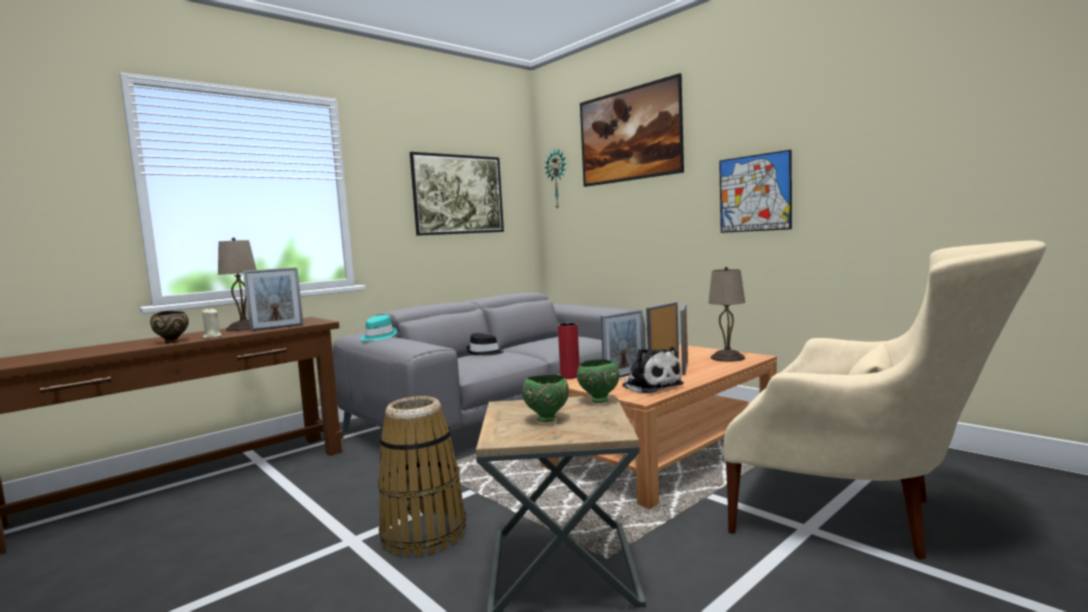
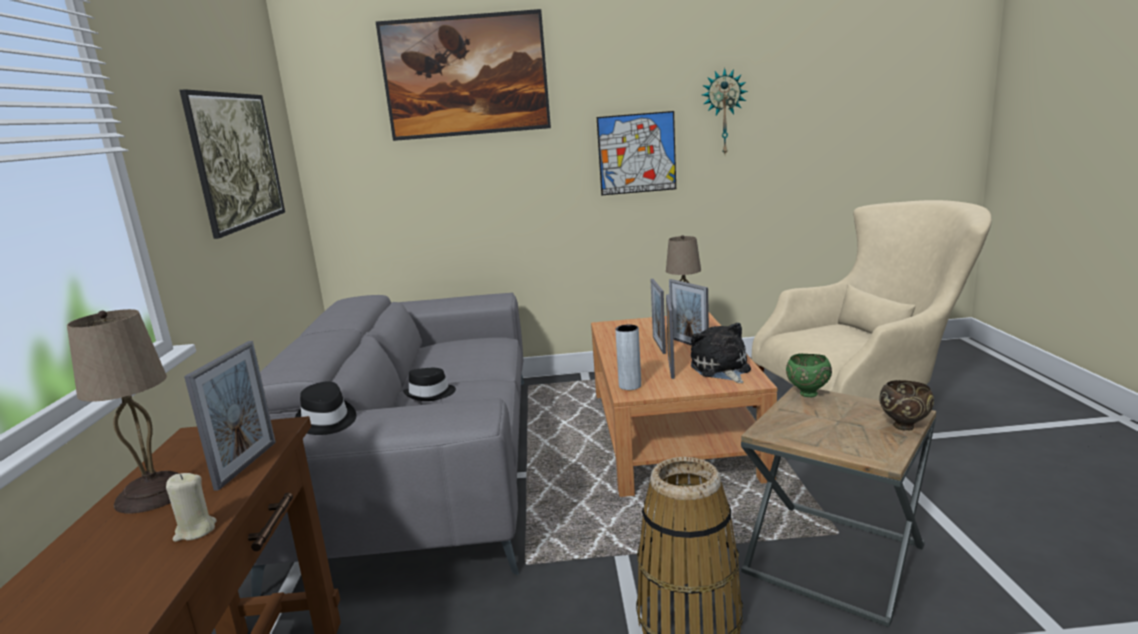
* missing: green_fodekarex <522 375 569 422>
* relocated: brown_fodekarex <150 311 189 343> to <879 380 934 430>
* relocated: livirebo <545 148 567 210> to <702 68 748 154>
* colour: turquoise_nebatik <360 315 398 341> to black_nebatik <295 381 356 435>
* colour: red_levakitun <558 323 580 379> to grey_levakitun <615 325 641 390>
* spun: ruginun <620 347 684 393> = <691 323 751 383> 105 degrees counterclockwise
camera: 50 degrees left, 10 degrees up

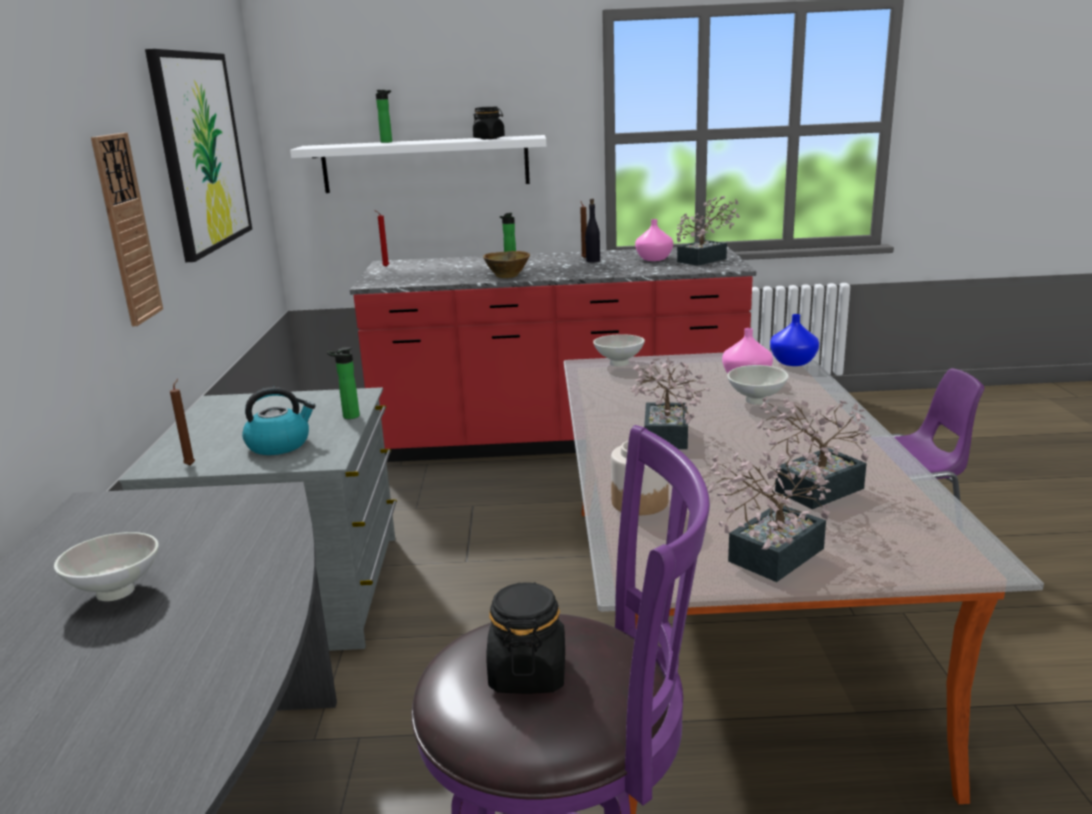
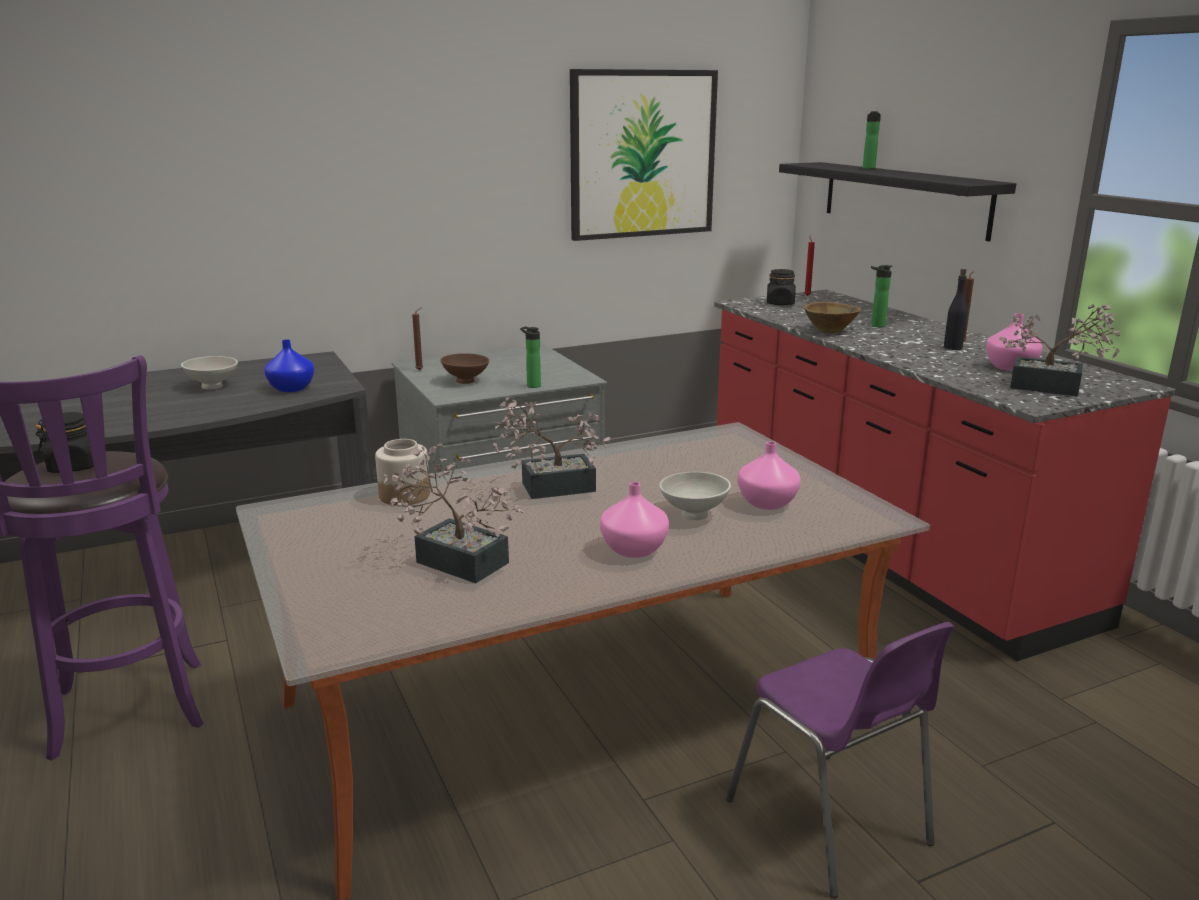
* missing: livirebo <91 133 163 326>
* missing: white_fodekarex <593 334 645 367>
* missing: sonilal <707 451 831 582>
* appeared: pink_levakitun <600 482 669 558>
* relocated: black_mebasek <473 106 505 139> to <767 269 796 306>
* relocated: blue_levakitun <770 314 819 366> to <264 340 315 392>
* exchanged: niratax <242 387 316 455> to brown_fodekarex <441 353 489 384>
* colour: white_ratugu <290 135 546 193> to black_ratugu <779 162 1016 242>
camera: 65 degrees right, 0 degrees up

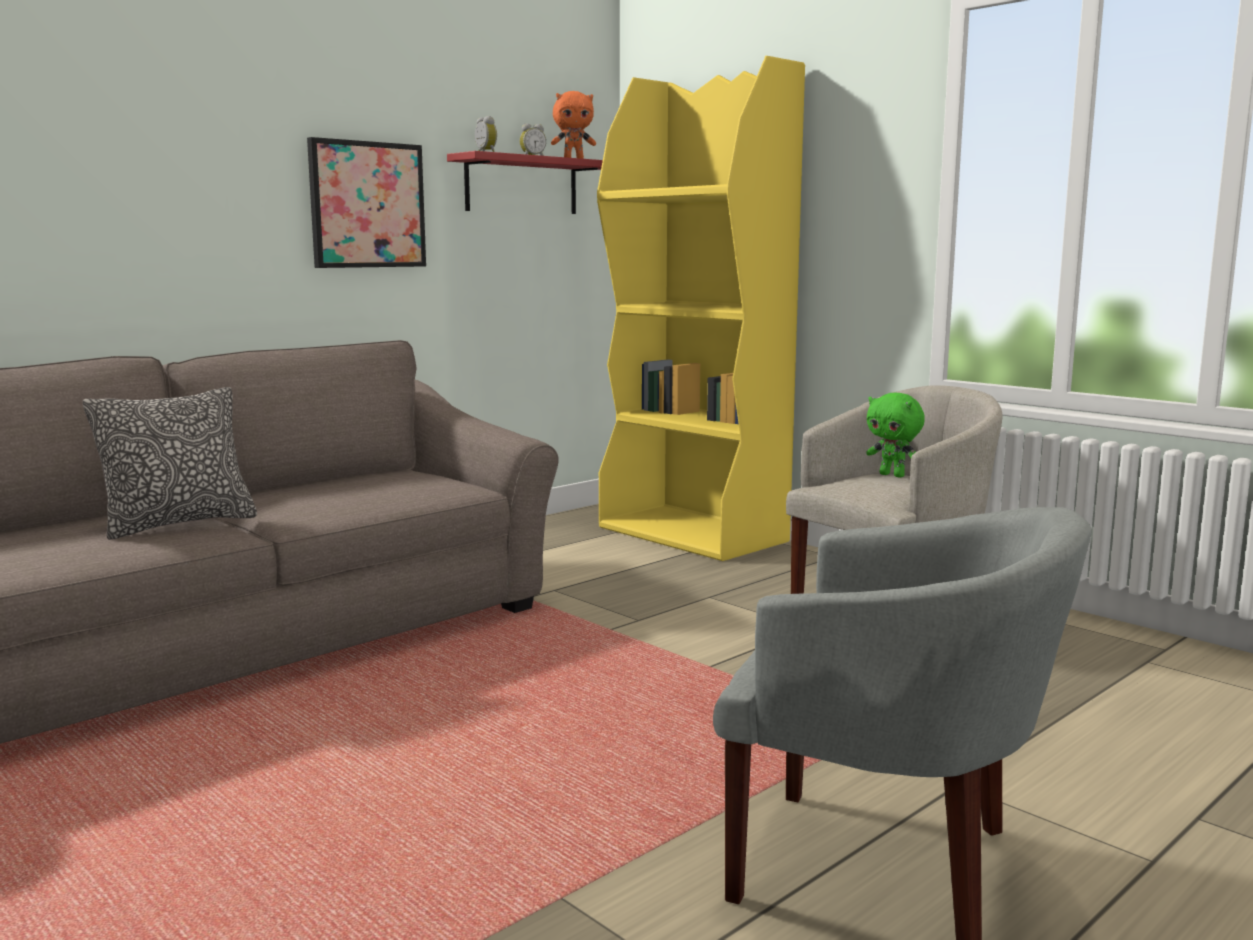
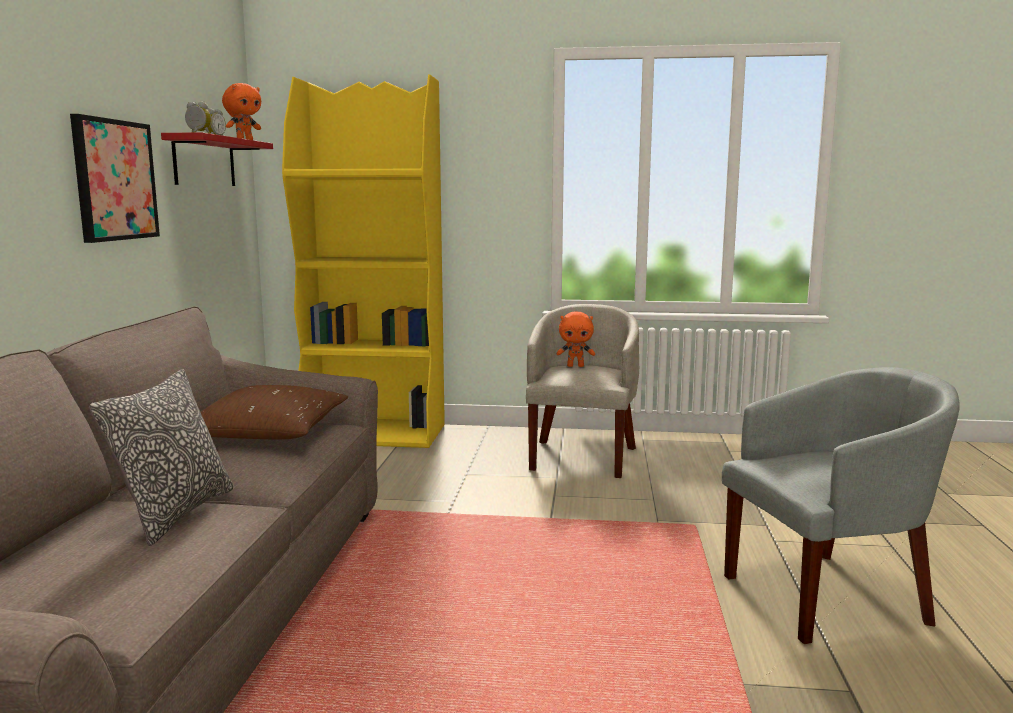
* appeared: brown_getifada <201 385 348 439>
* colour: green_ruginun <866 393 925 477> to orange_ruginun <556 312 595 367>
camera: 40 degrees left, 0 degrees up

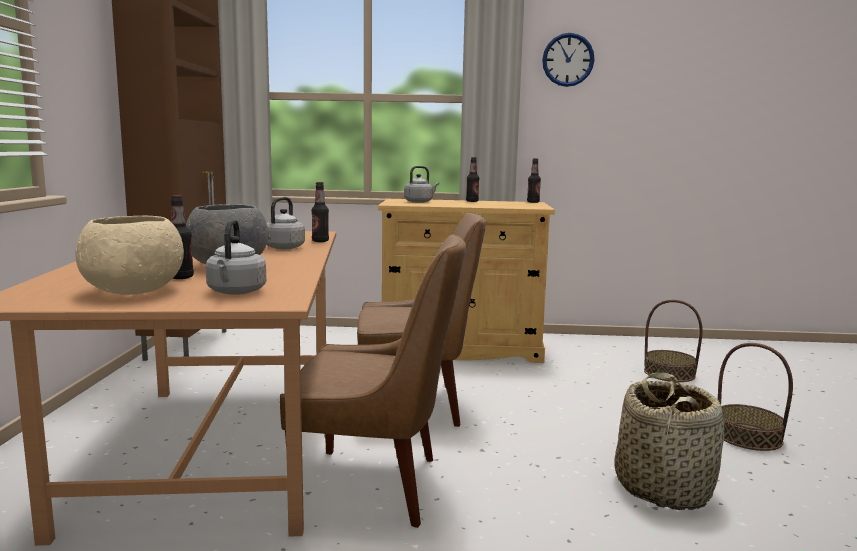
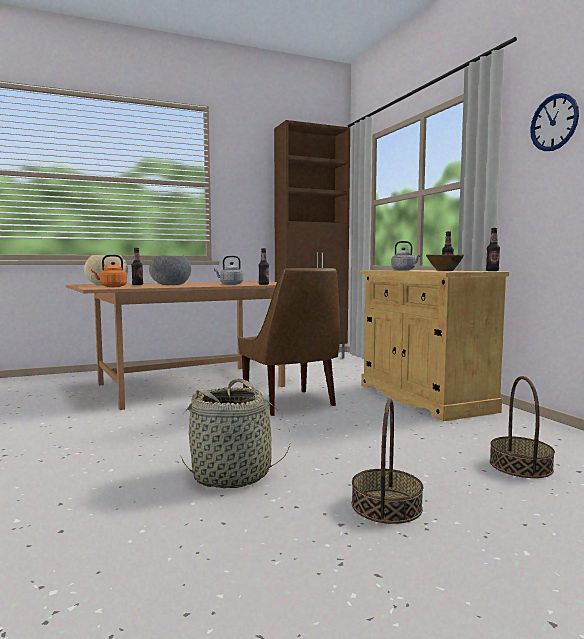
* missing: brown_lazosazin <280 234 466 528>
* appeared: brown_fodekarex <426 254 464 271>
* colour: grey_niratax <206 219 266 295> to orange_niratax <91 255 127 287>
camera: 65 degrees right, 5 degrees down

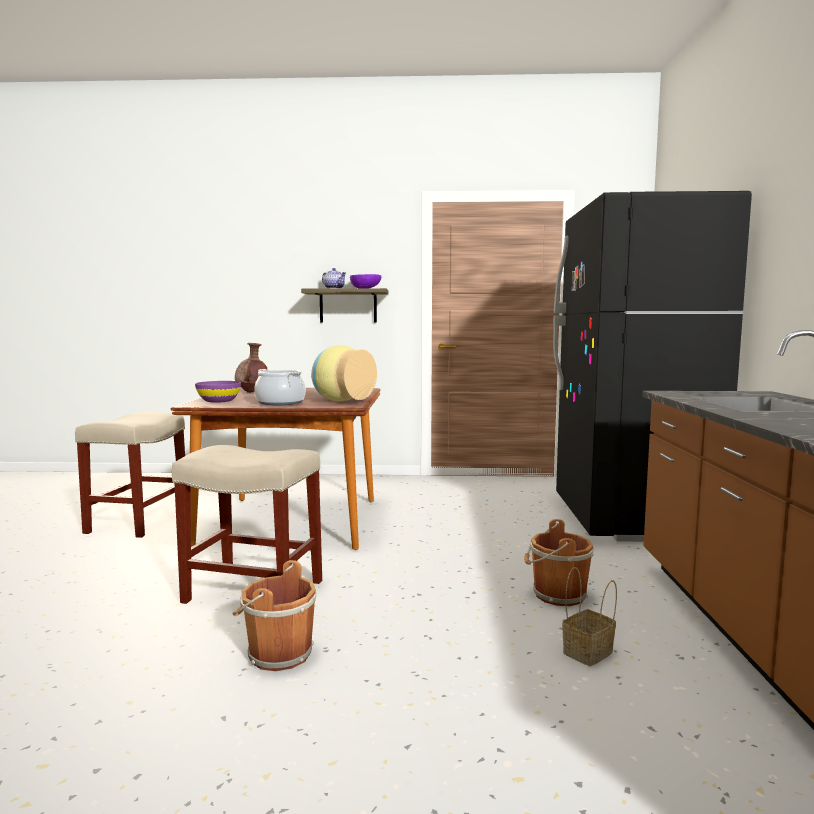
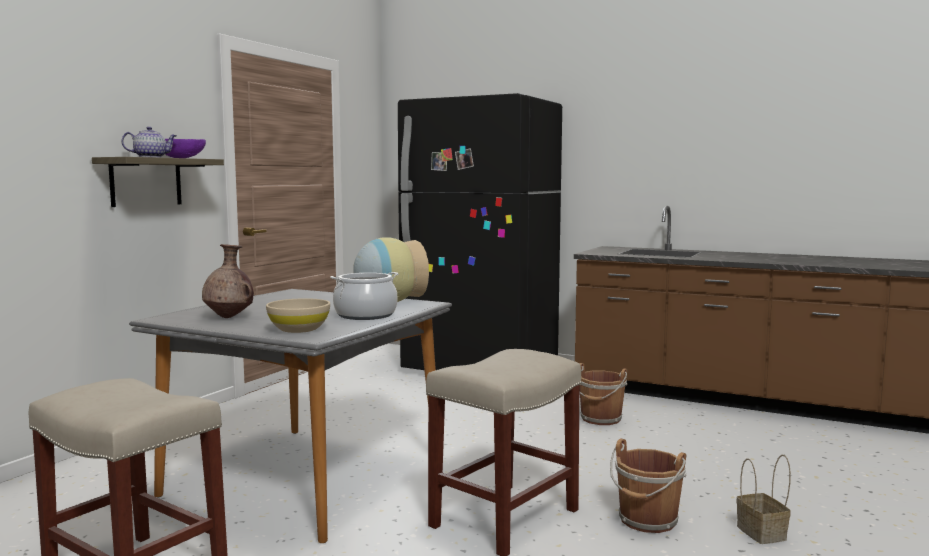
* relocated: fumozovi <562 567 617 666> to <736 454 791 544>
* colour: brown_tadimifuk <171 388 381 550> to grey_tadimifuk <129 289 452 543>
* colour: purple_fodekarex <195 381 241 403> to beige_fodekarex <266 298 330 333>
camera: 65 degrees left, 0 degrees up

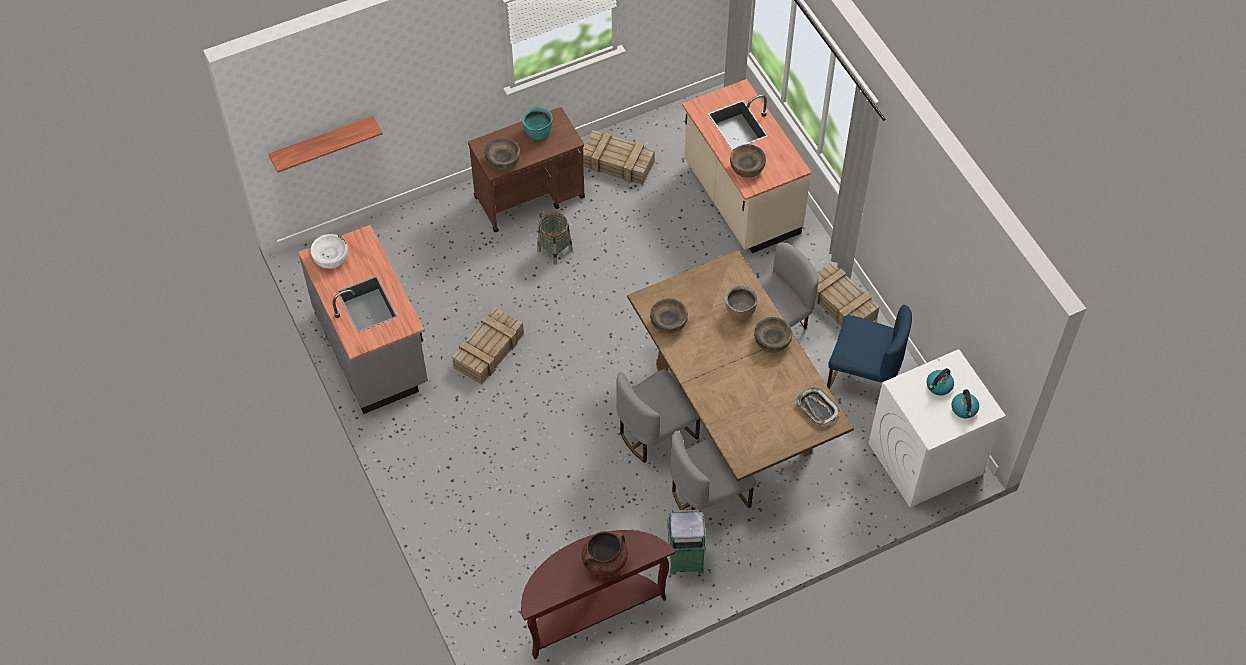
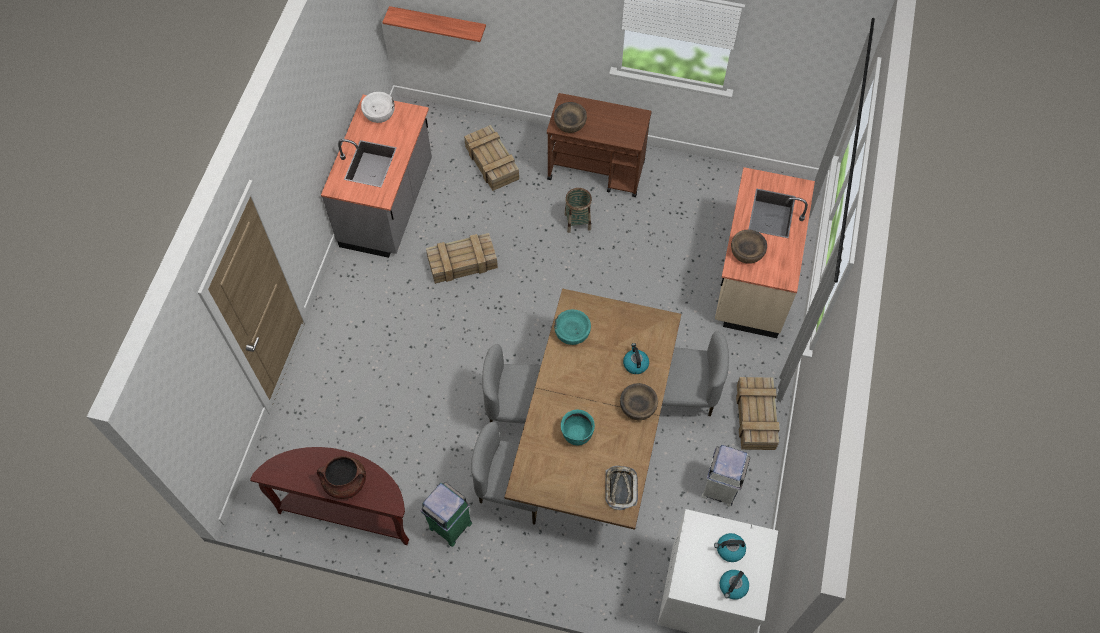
* relocated: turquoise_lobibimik <522 107 552 140> to <561 410 595 446>
* relocated: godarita <583 130 655 185> to <464 125 519 191>
* exchanged: brown_lobibimik <725 285 758 320> to niratax <623 343 649 374>
* exchanged: blue_lazosazin <827 305 912 389> to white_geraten <702 445 750 507>
* colour: brown_fodekarex <650 298 688 334> to turquoise_fodekarex <554 309 591 345>
camera: 40 degrees right, 5 degrees up

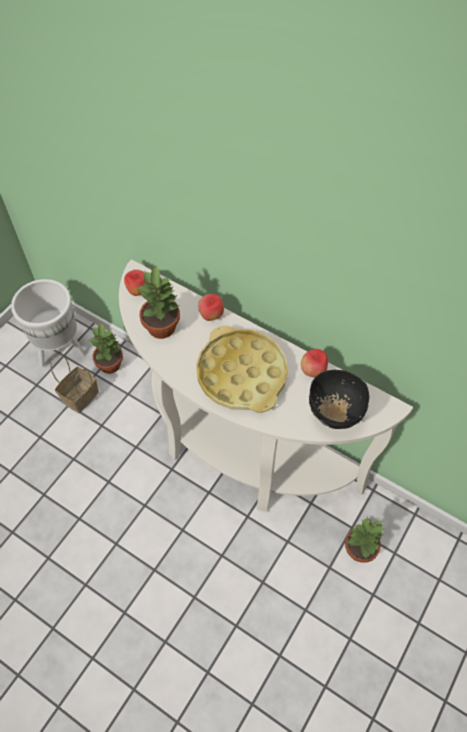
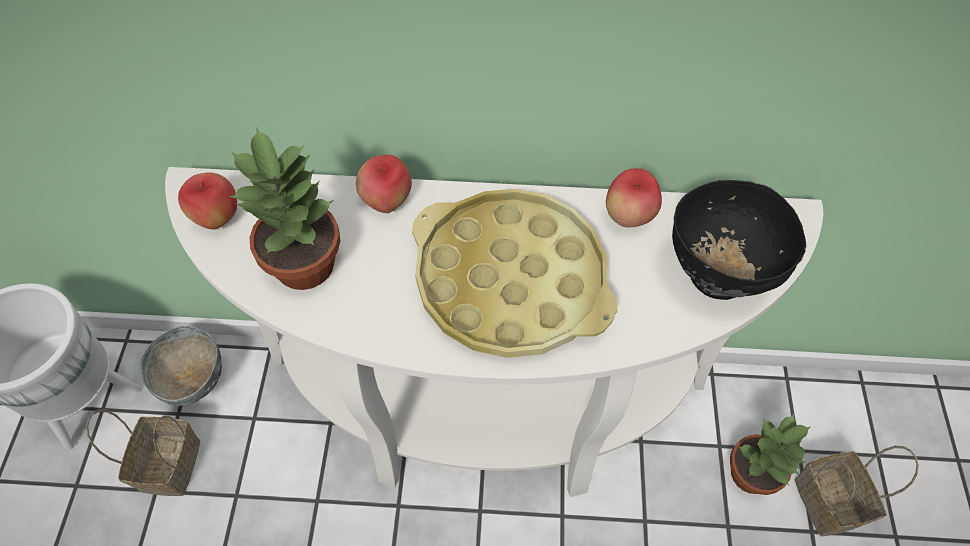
* appeared: fumozovi <795 446 919 536>
* exchanged: sonilal <88 323 123 374> to grey_fodekarex <140 326 222 406>
camera: 30 degrees left, 0 degrees up

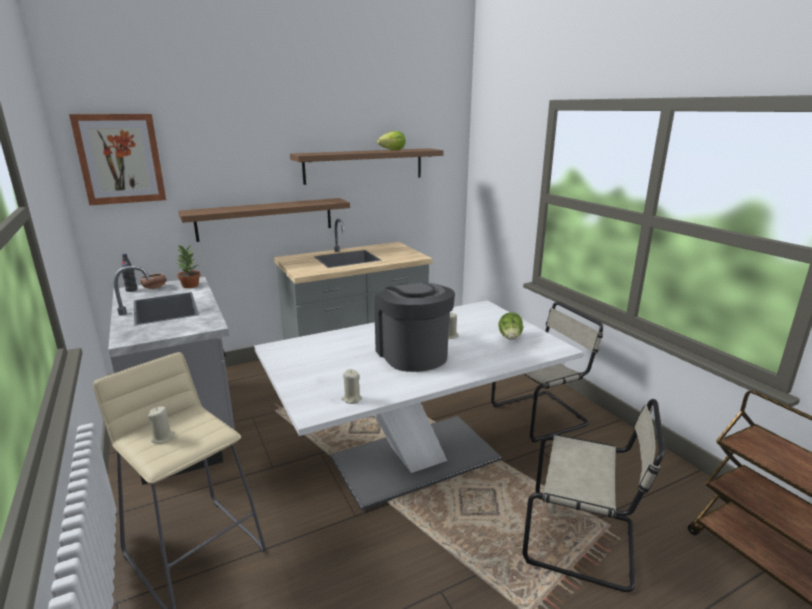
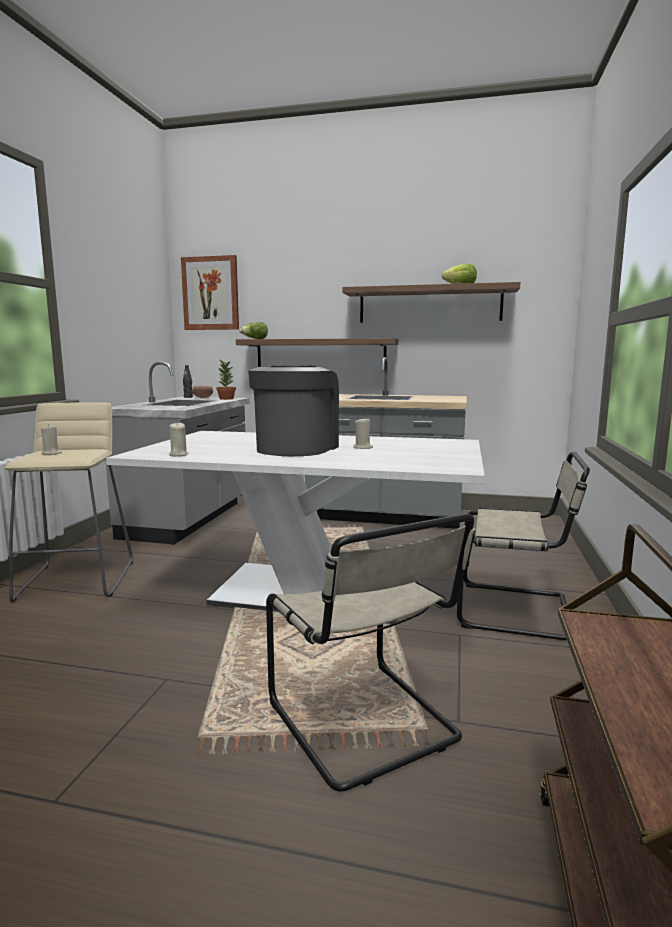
* relocated: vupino <498 312 523 340> to <239 322 268 339>
camera: 40 degrees right, 10 degrees down

